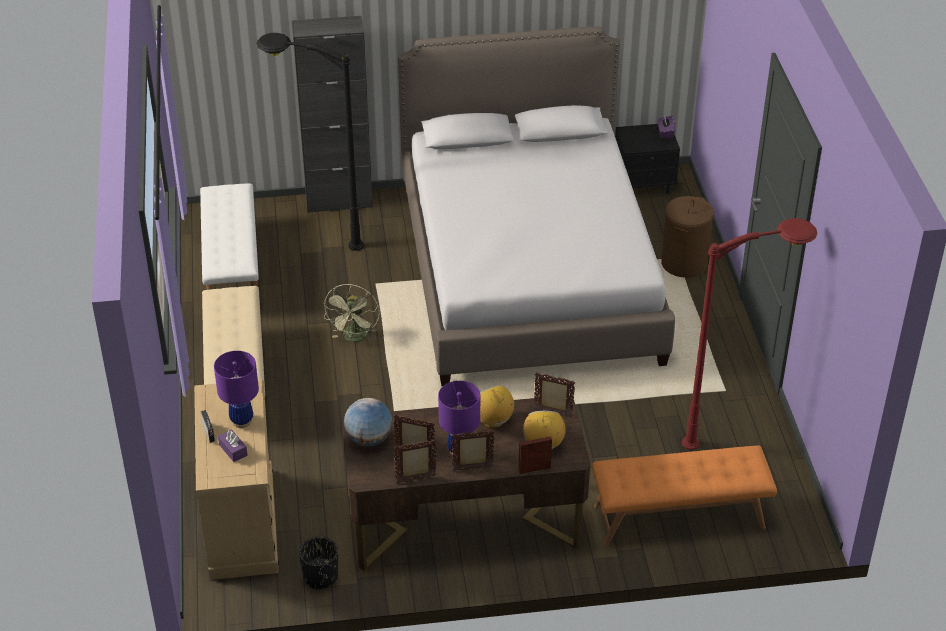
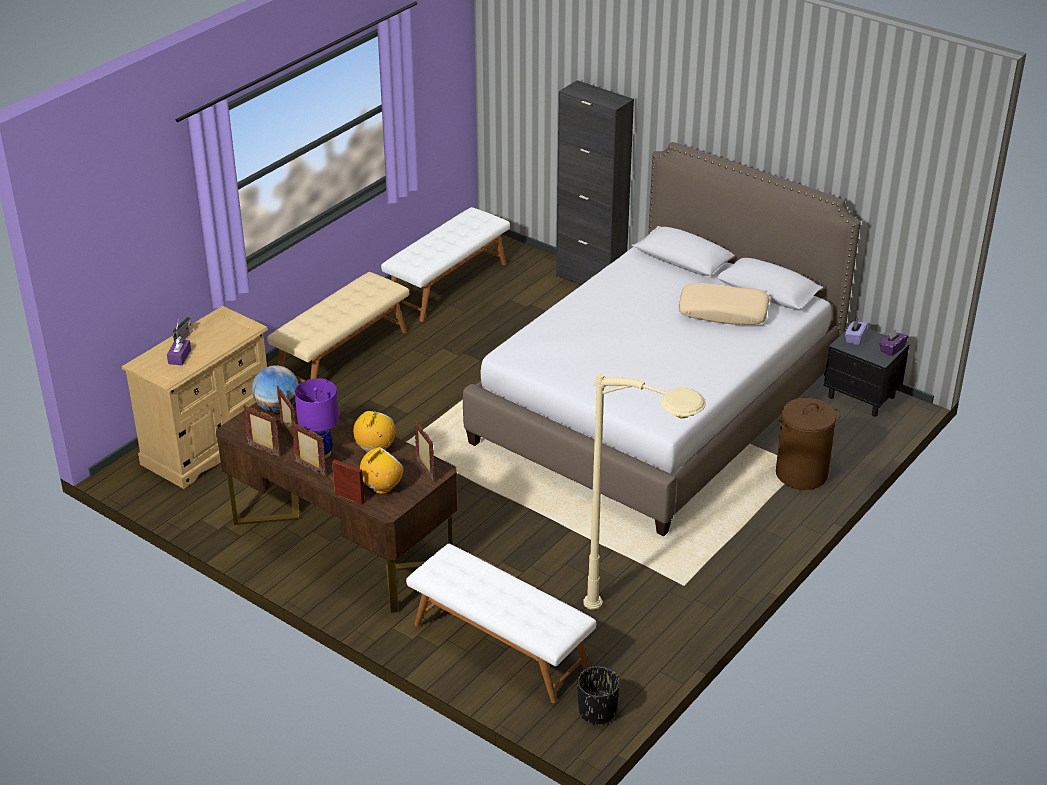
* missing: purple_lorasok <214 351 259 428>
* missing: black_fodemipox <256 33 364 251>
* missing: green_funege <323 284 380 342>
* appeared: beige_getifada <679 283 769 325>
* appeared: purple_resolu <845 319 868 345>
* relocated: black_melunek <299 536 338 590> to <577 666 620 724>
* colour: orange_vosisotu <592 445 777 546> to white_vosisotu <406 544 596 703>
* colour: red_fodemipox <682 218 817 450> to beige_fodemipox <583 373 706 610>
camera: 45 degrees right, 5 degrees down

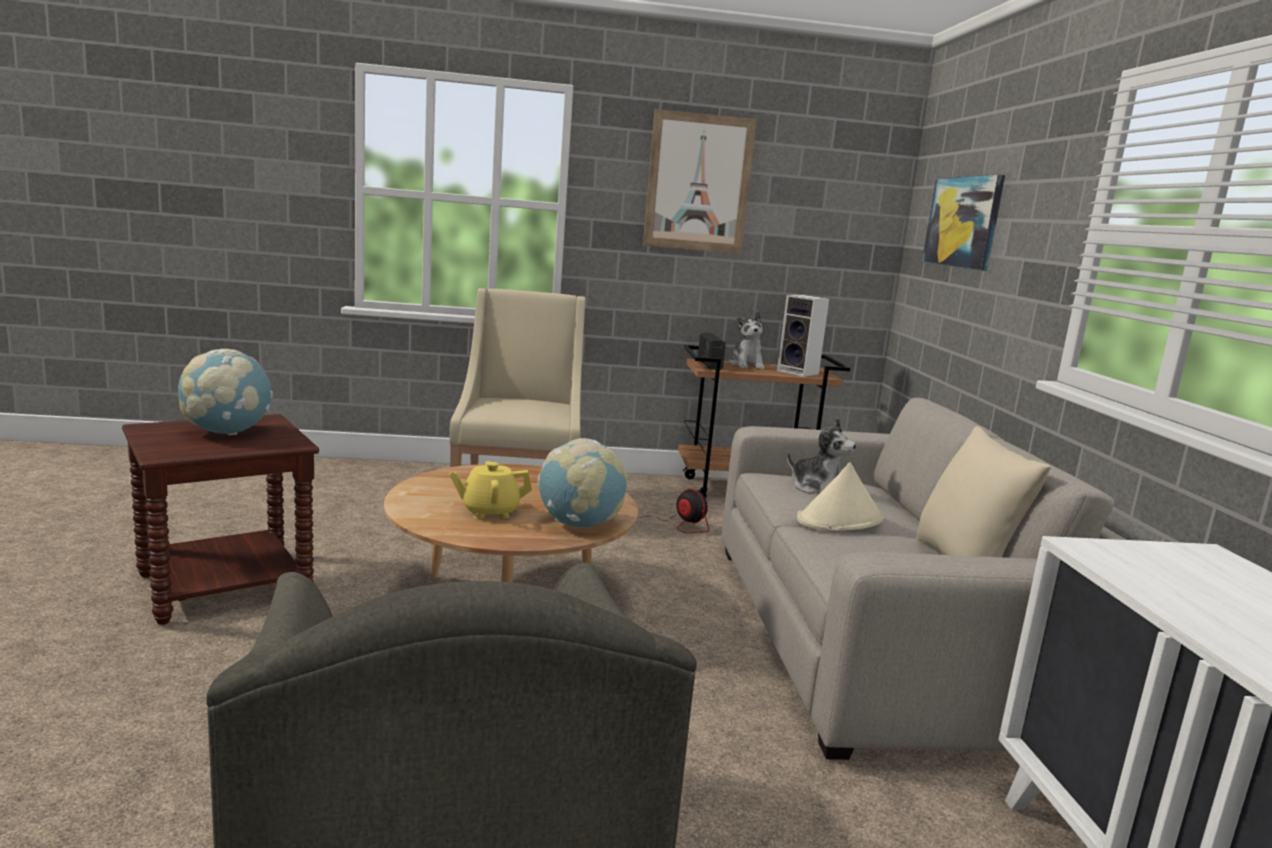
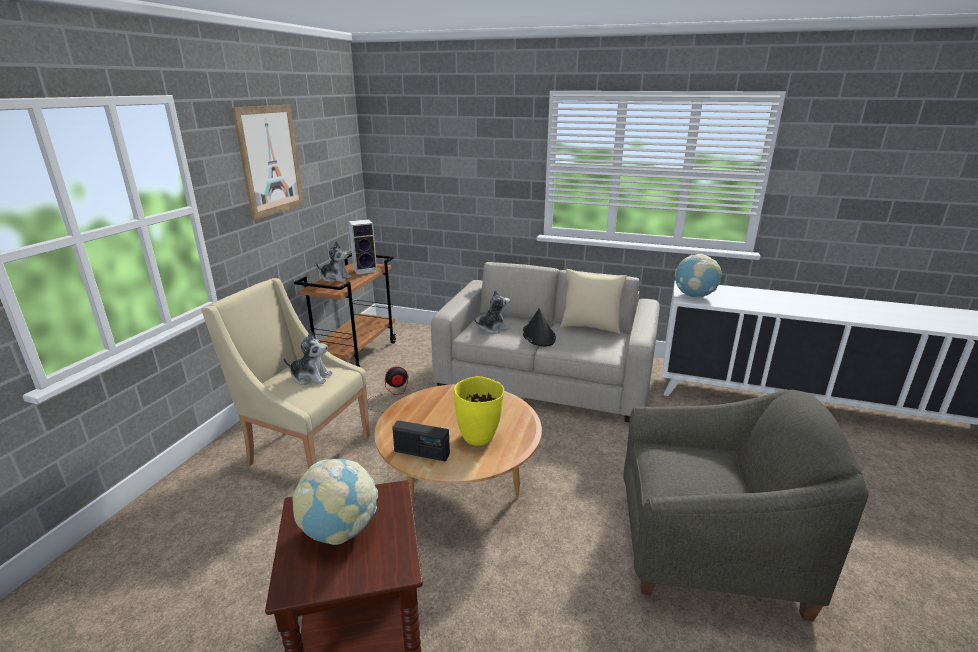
* missing: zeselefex <922 174 1005 271>
* appeared: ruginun <283 330 332 385>
* relocated: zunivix <537 438 627 527> to <675 254 722 298>
* relocated: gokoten <698 333 726 370> to <392 421 450 461>
* exchanged: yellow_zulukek <449 461 532 519> to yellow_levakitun <454 376 504 446>
* colour: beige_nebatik <797 463 884 531> to black_nebatik <523 308 556 347>
camera: 65 degrees left, 10 degrees up

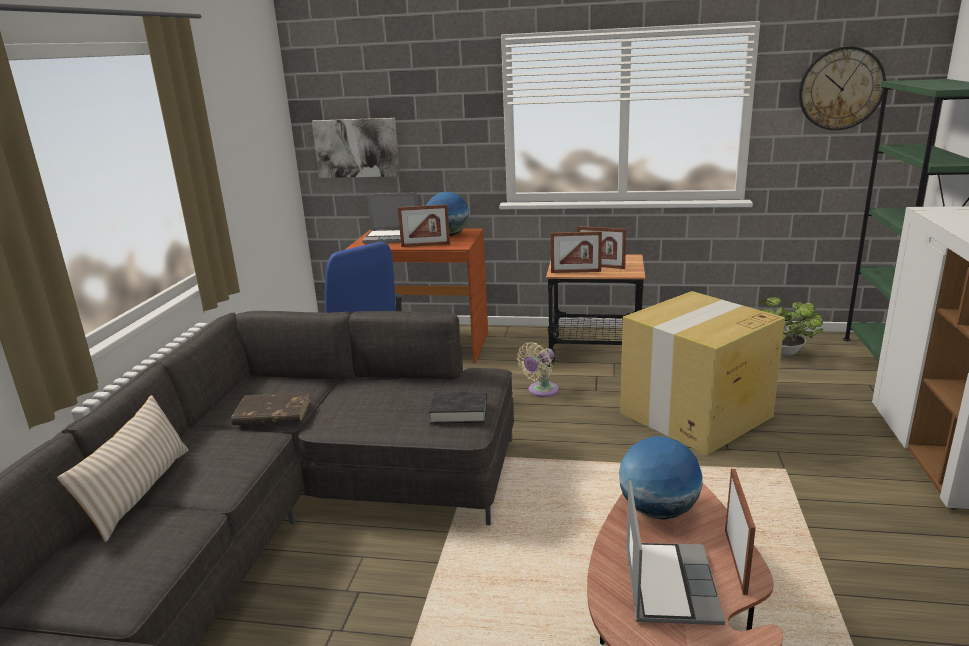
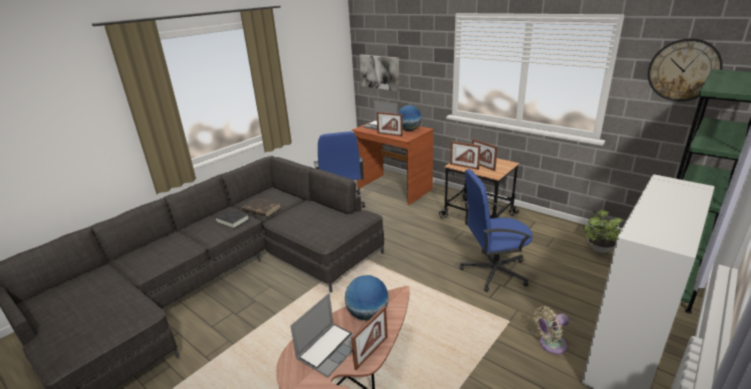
* missing: beige_getifada <57 395 189 542>
* relocated: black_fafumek <429 391 487 424> to <215 209 250 229>
* relocated: beige_funege <517 342 559 397> to <534 306 569 354>
* exchanged: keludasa <620 291 785 455> to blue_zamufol <459 169 533 292>
camera: 30 degrees right, 5 degrees up

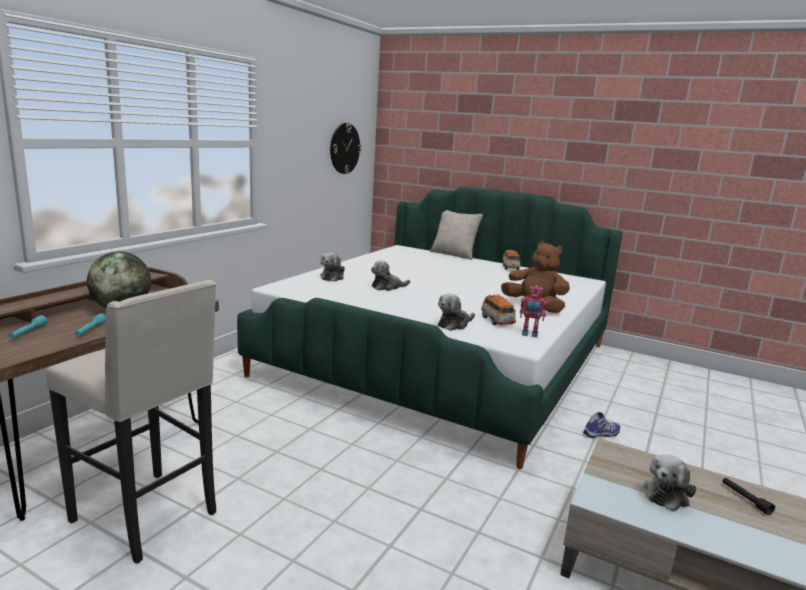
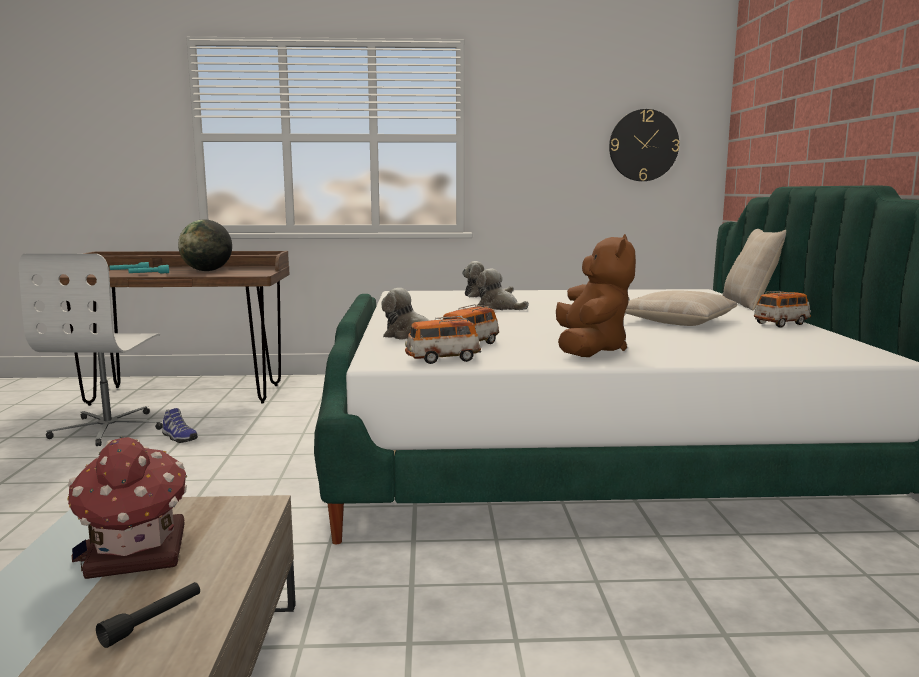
* appeared: beige_getifada <625 290 737 326>
* relocated: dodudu <583 412 620 438> to <162 408 198 443>
* exchanged: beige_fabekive <46 280 216 564> to white_zamufol <19 254 163 446>
* exchanged: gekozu <520 285 547 338> to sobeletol <405 316 481 364>
* exchanged: ruginun <643 454 696 511> to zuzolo <67 436 187 579>
camera: 60 degrees right, 5 degrees down

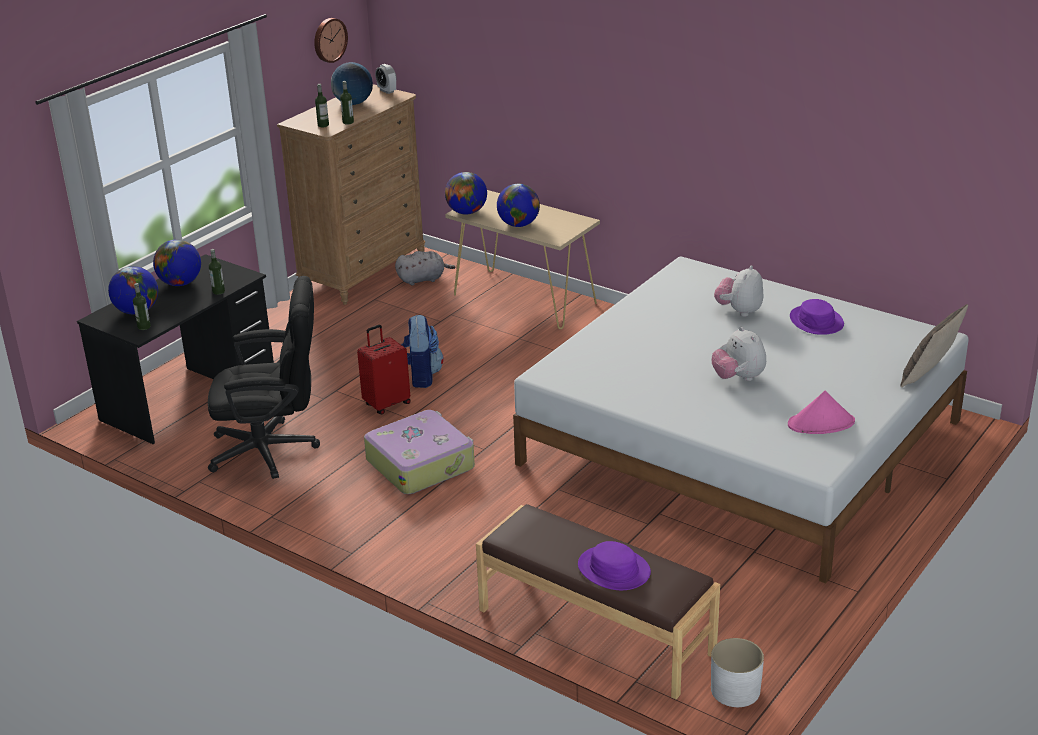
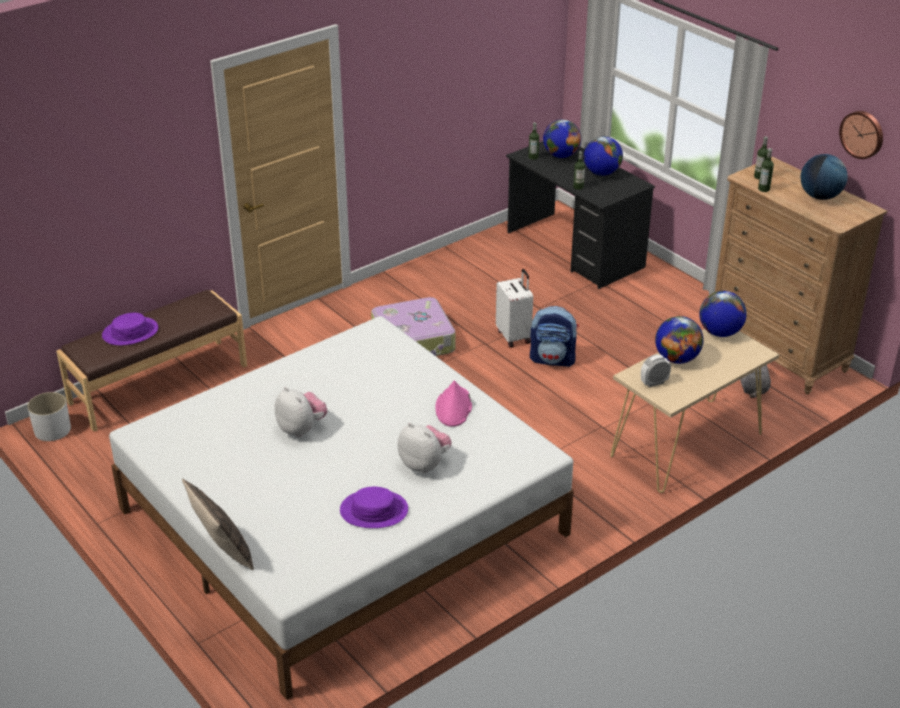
* missing: black_zamufol <208 276 320 479>
* relocated: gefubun <375 64 397 94> to <641 355 671 387>
* relocated: pink_nebatik <788 391 855 434> to <435 380 472 427>
* colour: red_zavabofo <357 325 411 414> to white_zavabofo <496 269 533 348>
* spun: ruginun <712 327 766 381> = <275 387 328 437> 60 degrees clockwise
camera: 105 degrees right, 5 degrees up

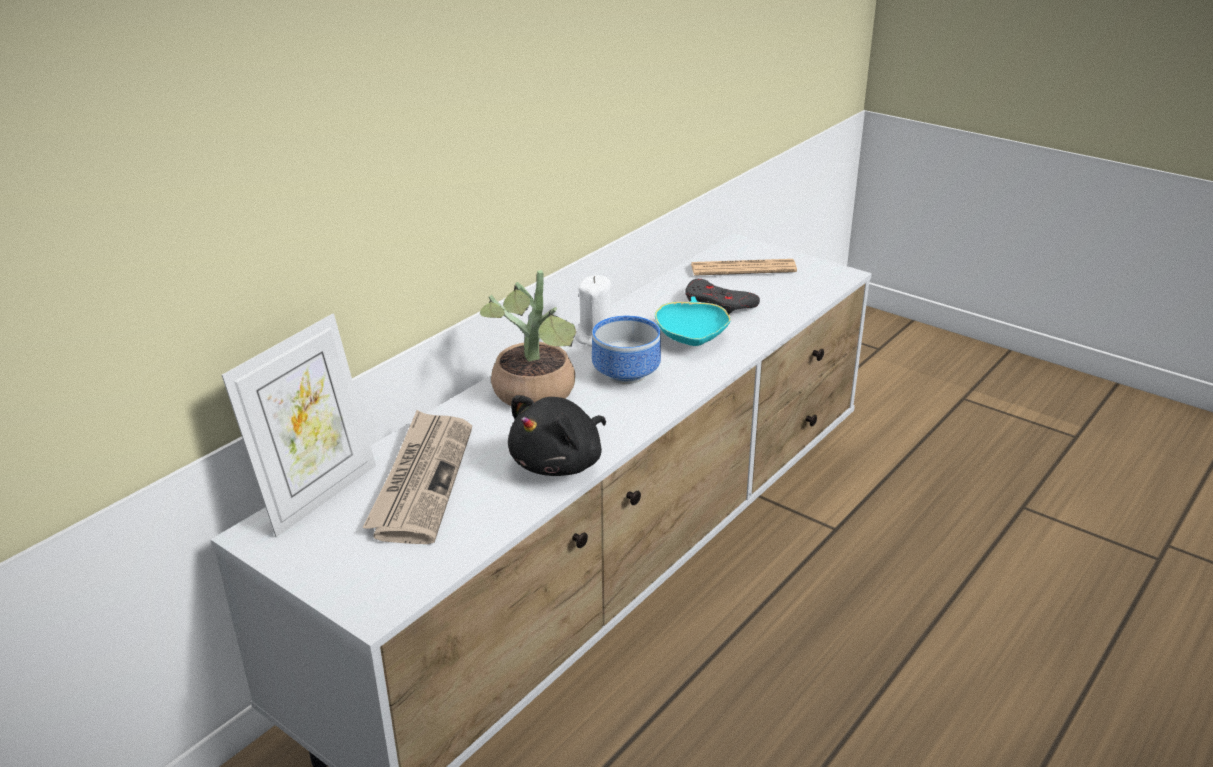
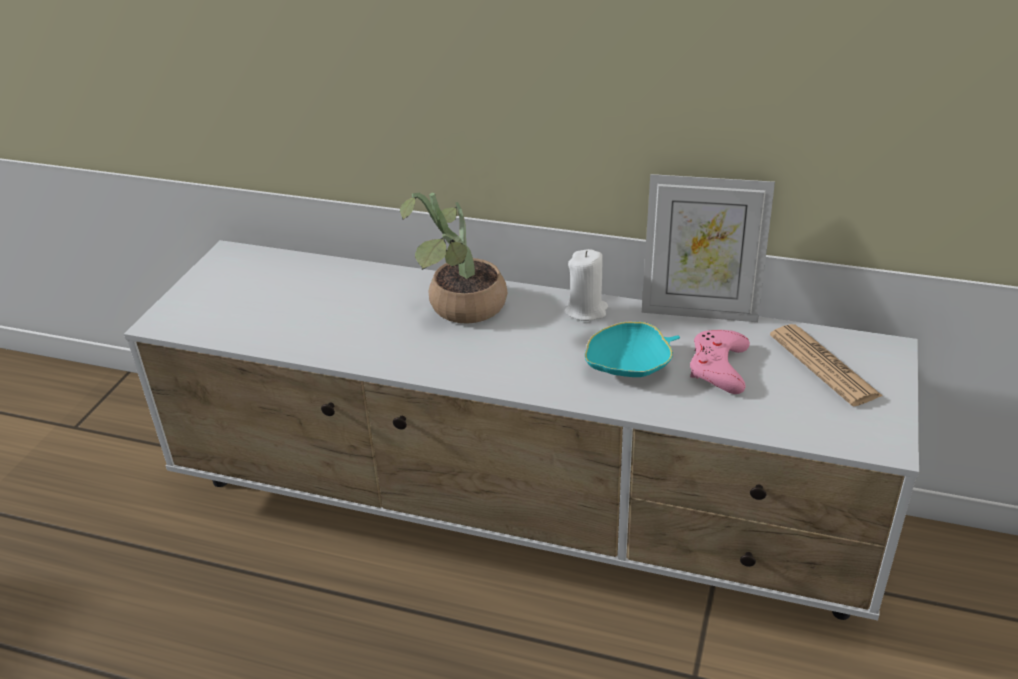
* missing: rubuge <362 410 472 544>
* missing: black_ruginun <508 395 606 476>
* missing: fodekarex <592 316 661 384>
* relocated: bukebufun <222 313 376 537> to <642 174 775 322>
* colour: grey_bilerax <685 279 760 314> to pink_bilerax <690 330 750 394>
camera: 70 degrees right, 5 degrees up

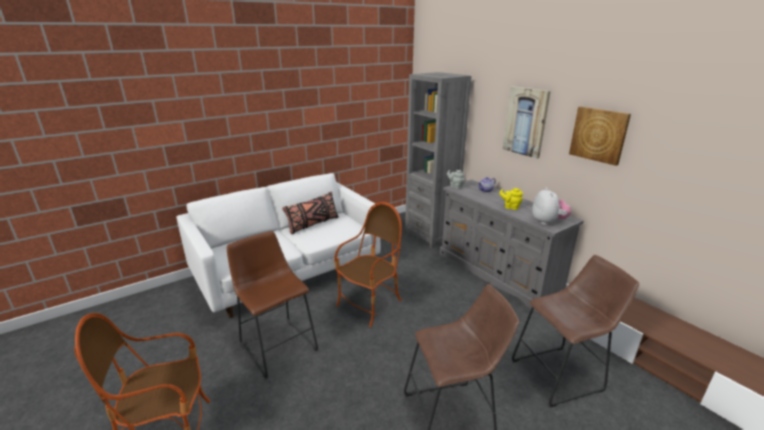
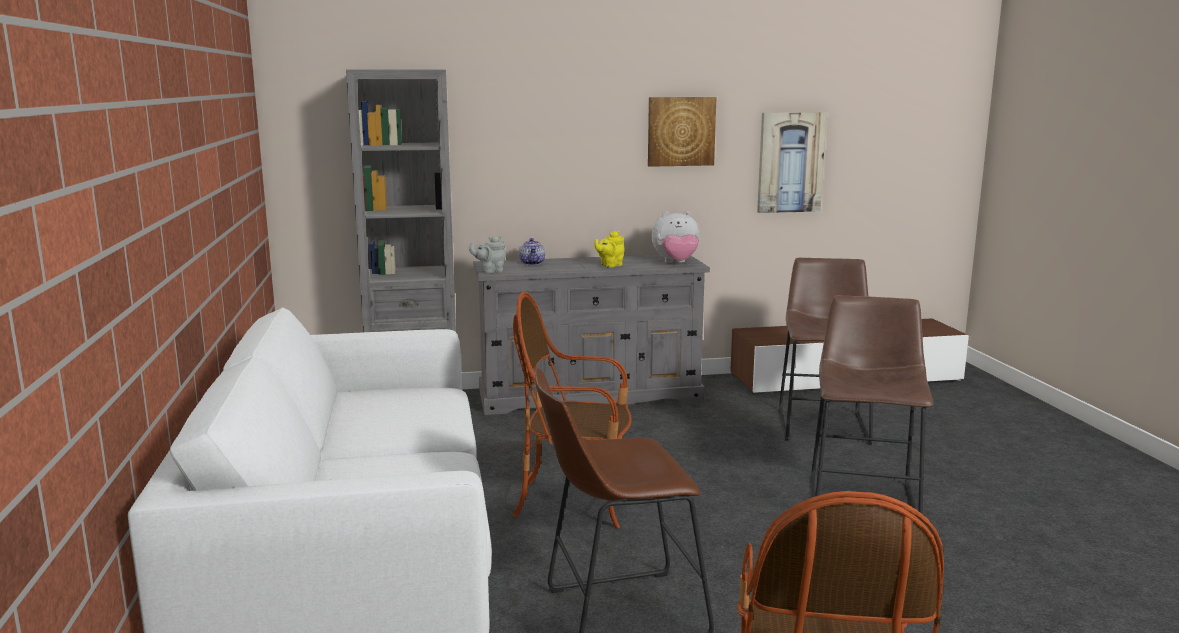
* missing: black_getifada <282 191 339 234>
* relocated: zeselefex <503 86 551 159> to <757 112 827 213>
* spun: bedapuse <334 202 402 327> = <513 292 632 529> 60 degrees counterclockwise
* spun: ruginun <532 187 571 225> = <652 211 700 263> 150 degrees clockwise
camera: 65 degrees left, 10 degrees down

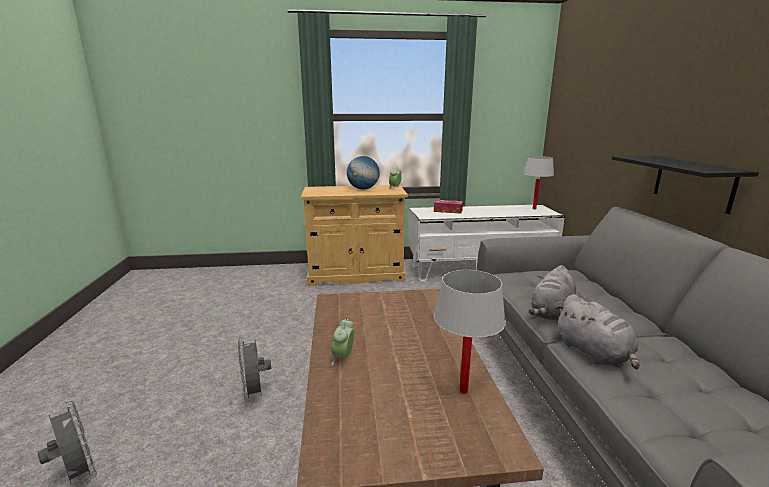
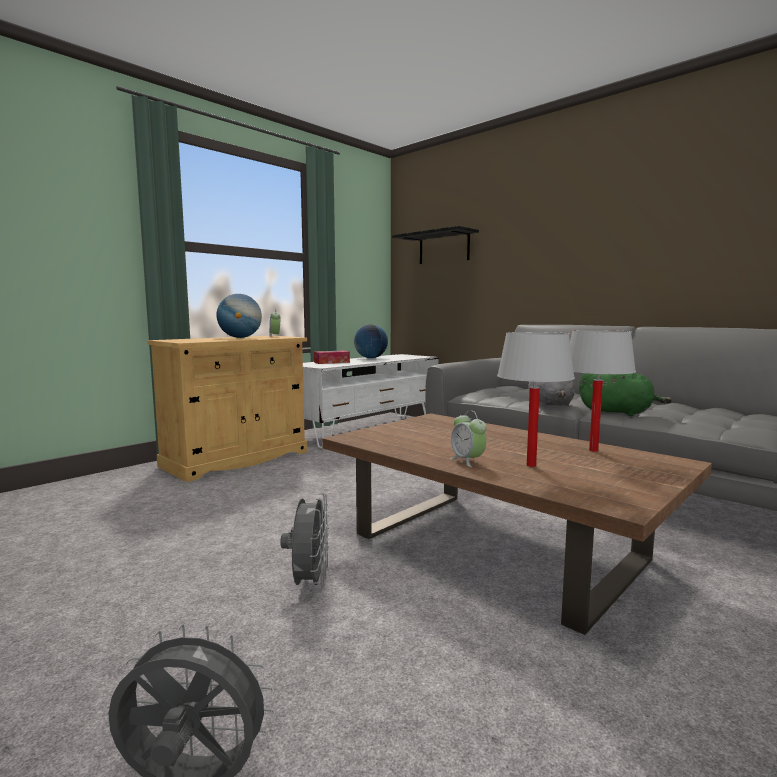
* appeared: zunivix <354 324 388 358>
* relocated: white_lorasok <523 156 554 210> to <497 332 575 467>
* relocated: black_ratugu <612 156 759 214> to <392 226 479 264>
* colour: grey_ruginun <556 294 640 369> to green_ruginun <579 373 672 416>
* spun: grey_funege <238 337 271 402> = <280 493 330 592> 120 degrees counterclockwise
camera: 40 degrees left, 10 degrees down

